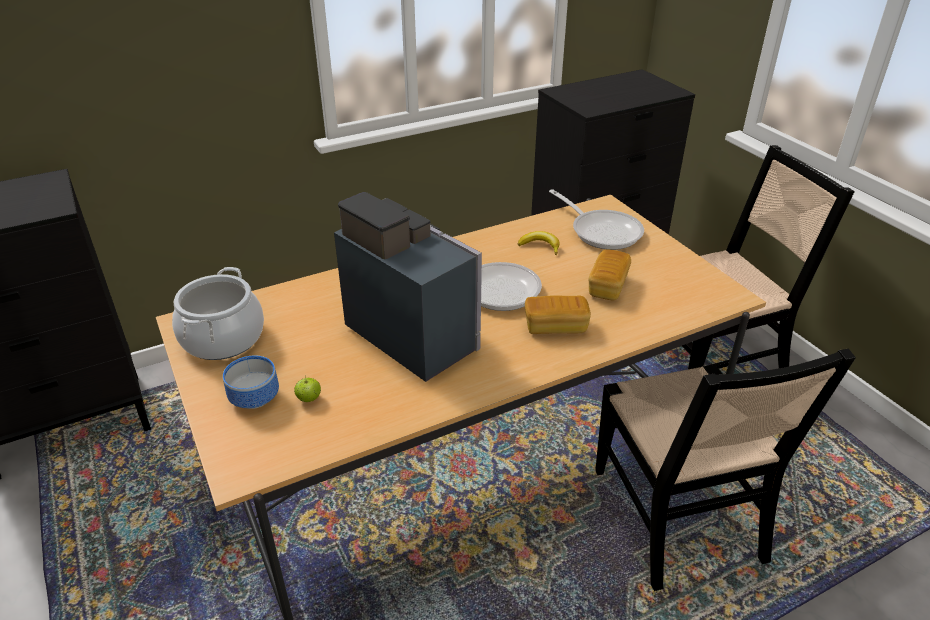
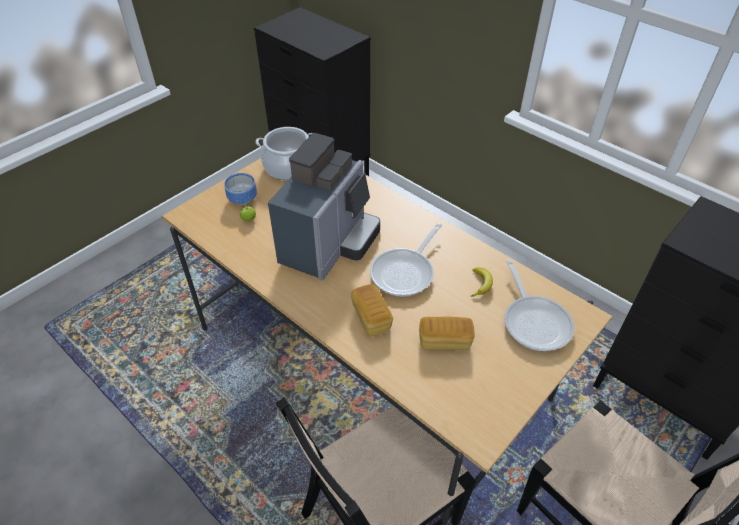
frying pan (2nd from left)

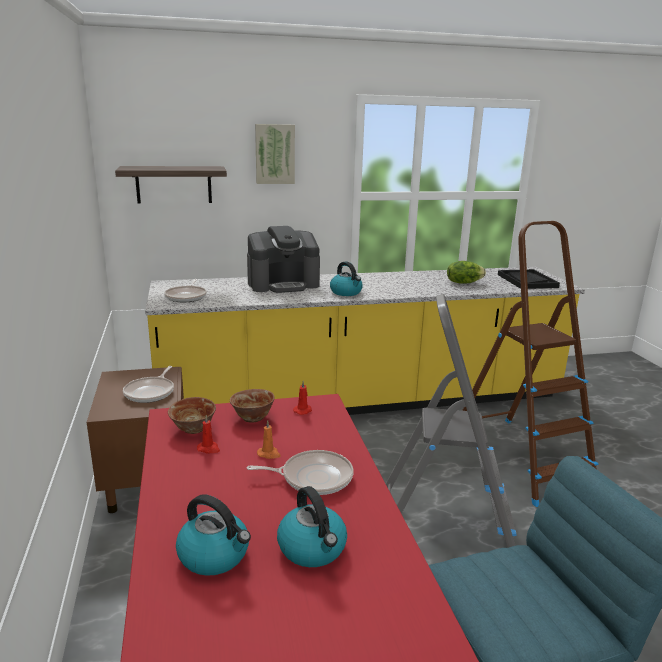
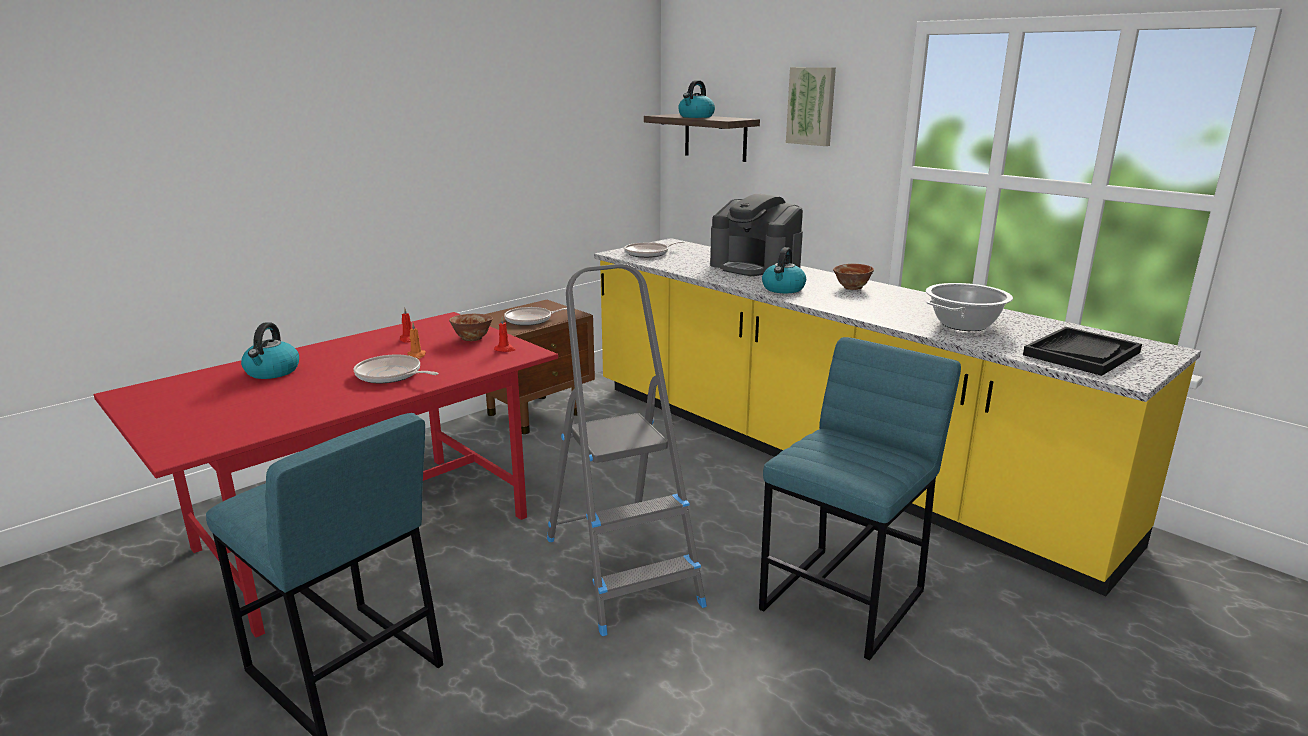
deep dish (2nd from left)
tea kettle (2nd from left)
cooking pot
bluish sitting stool (2nd from left)
frying pan (1st from left)

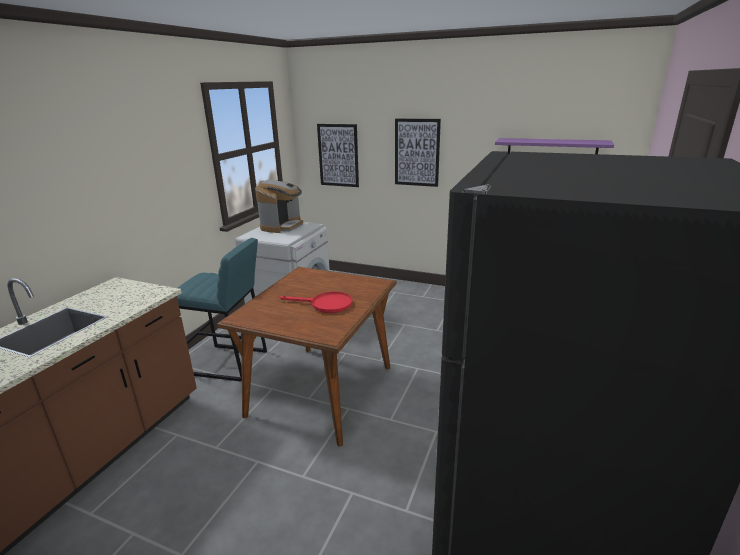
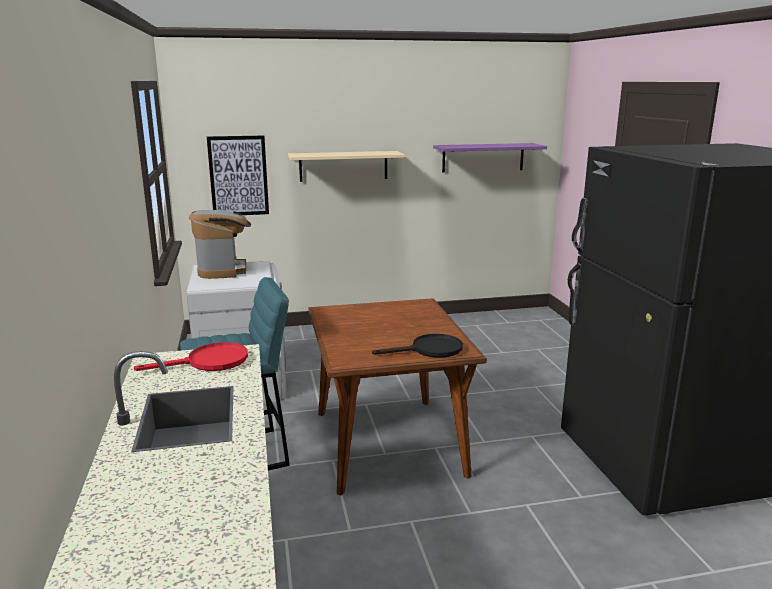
black frying pan
red frying pan
sand-coloured bracket shelf

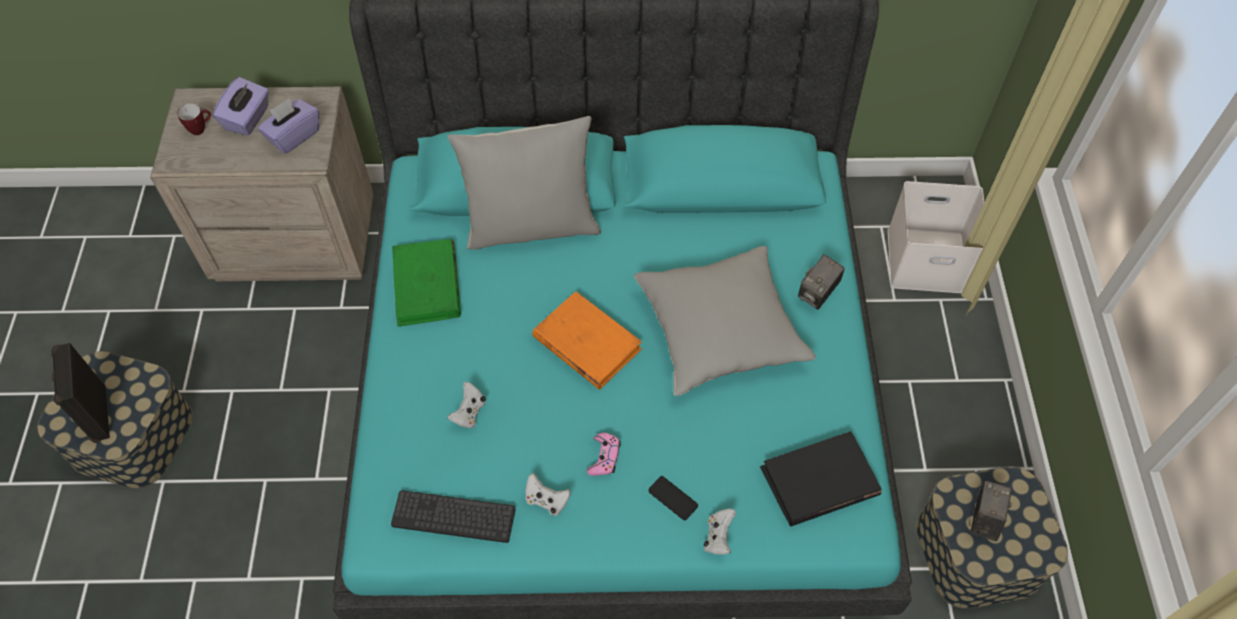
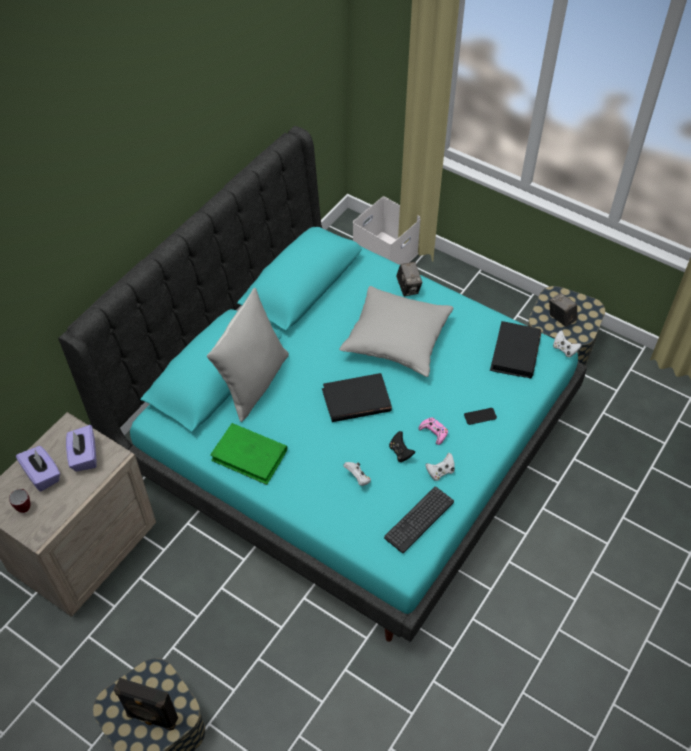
black joypad
whitish joypad (3rd from left)
black volume (1st from left)

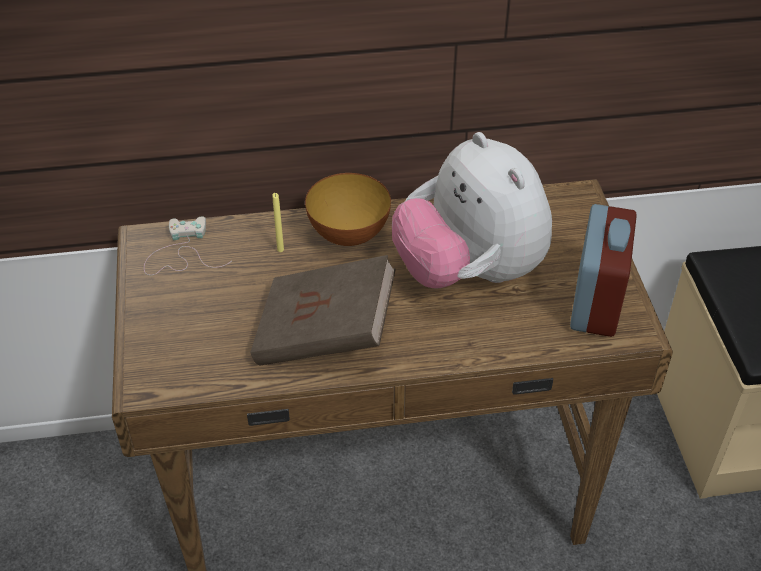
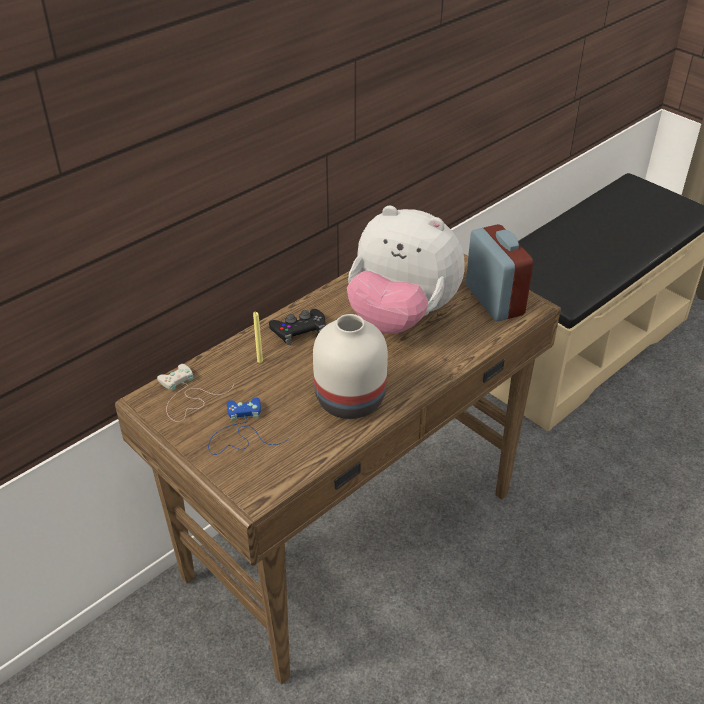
bluish joypad
whitish vase
black joypad

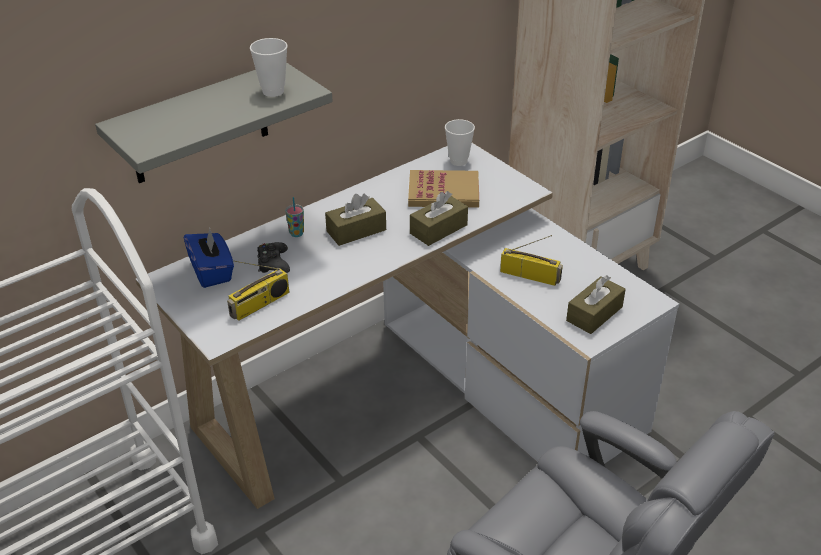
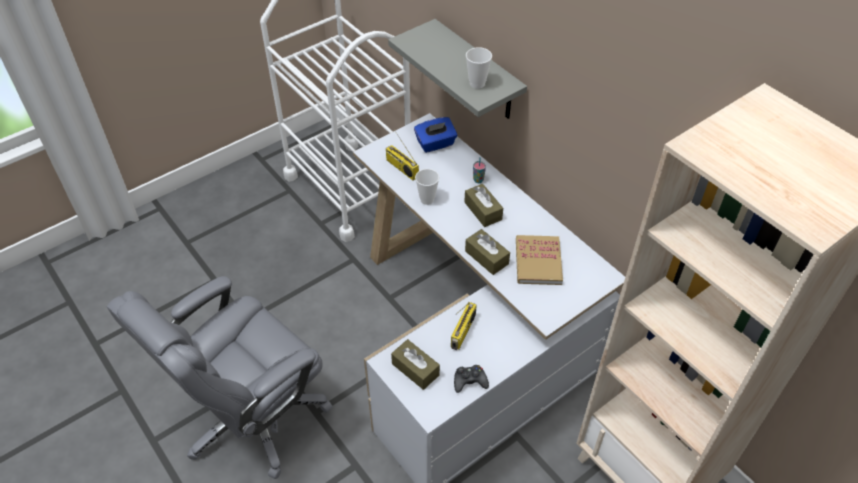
black joypad
drinking cup (1st from left)

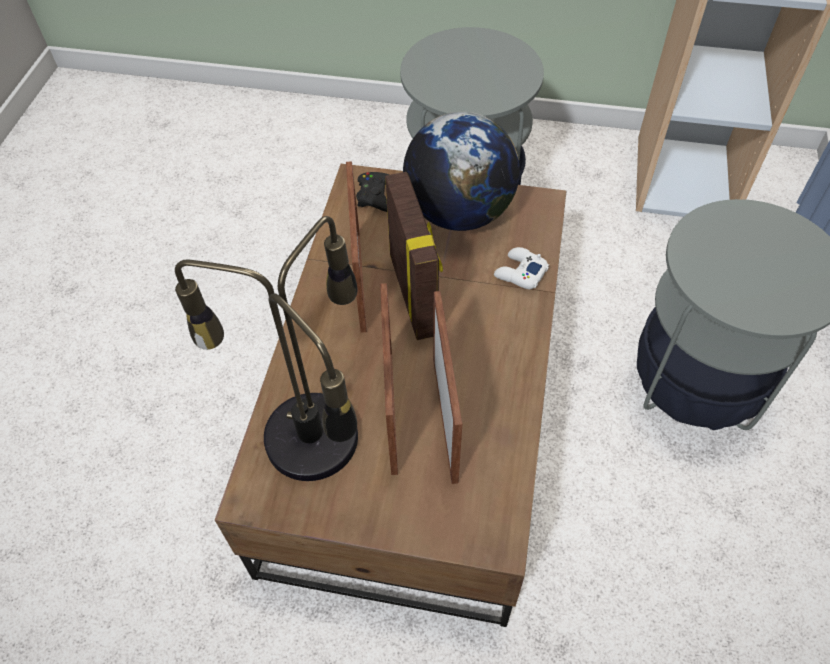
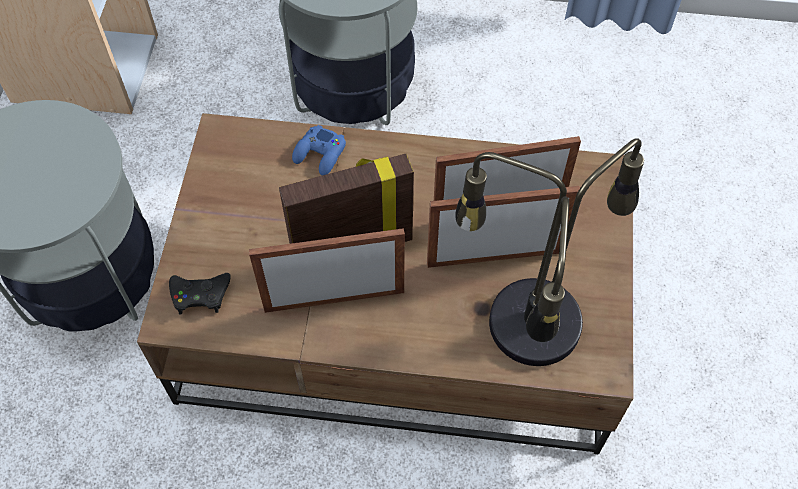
desk globe
bluish joypad

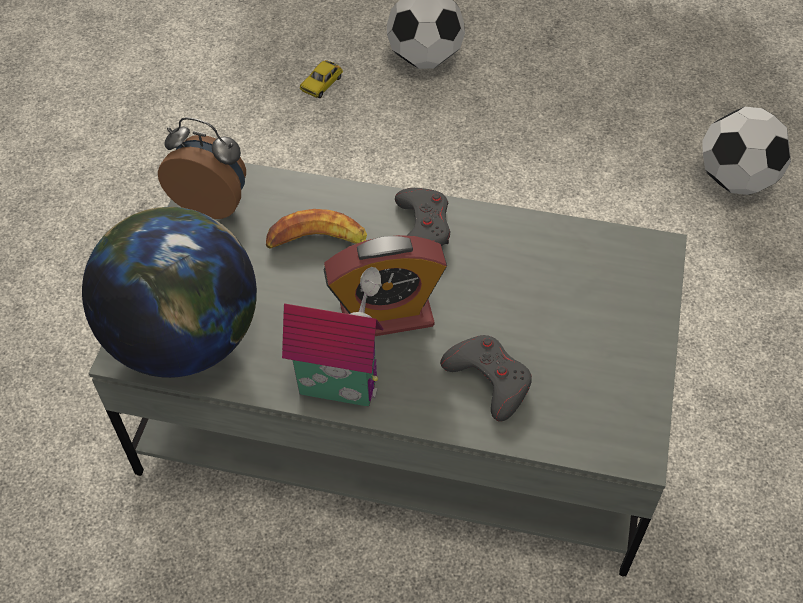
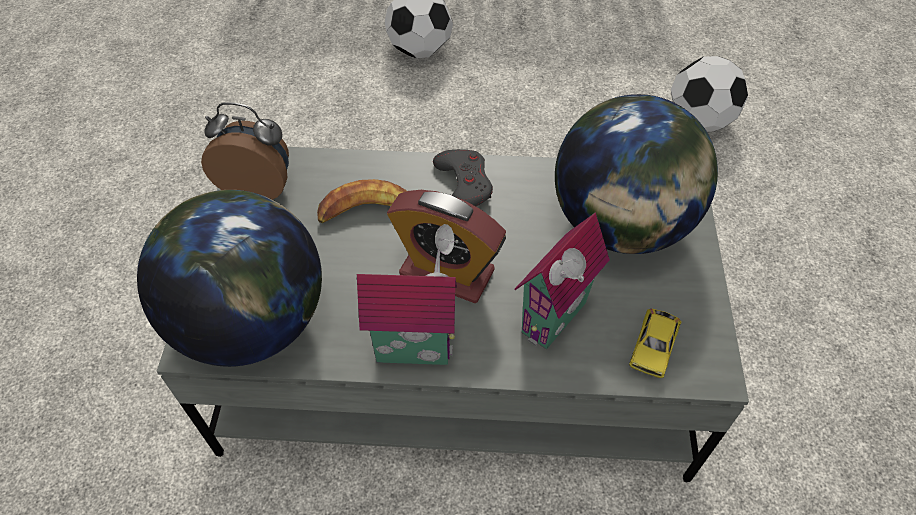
desk globe (2nd from left)
toy car
model house (2nd from left)
table clock (2nd from left)

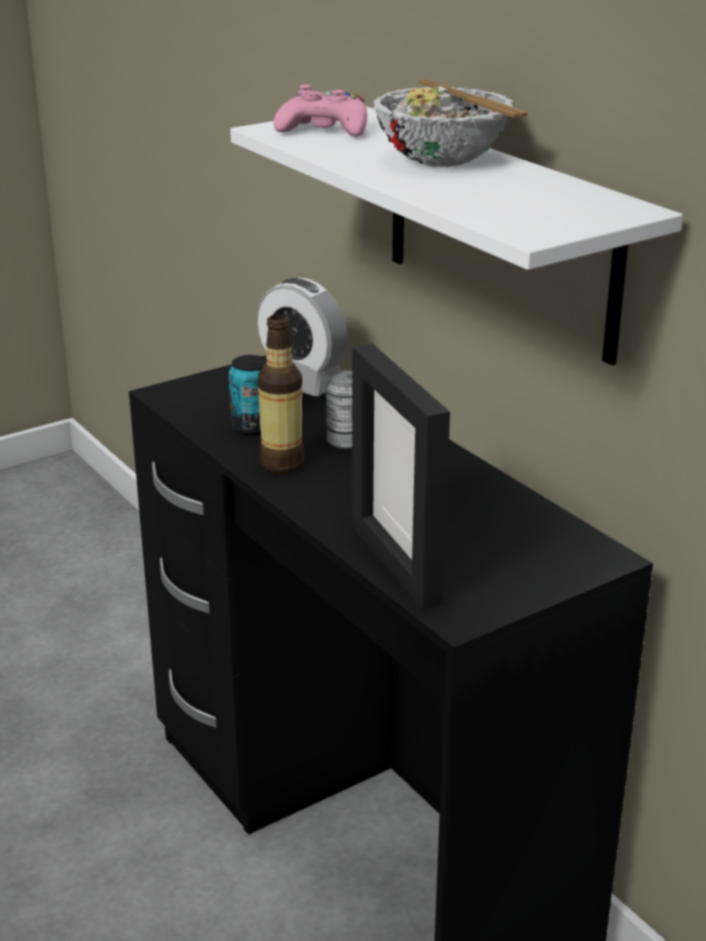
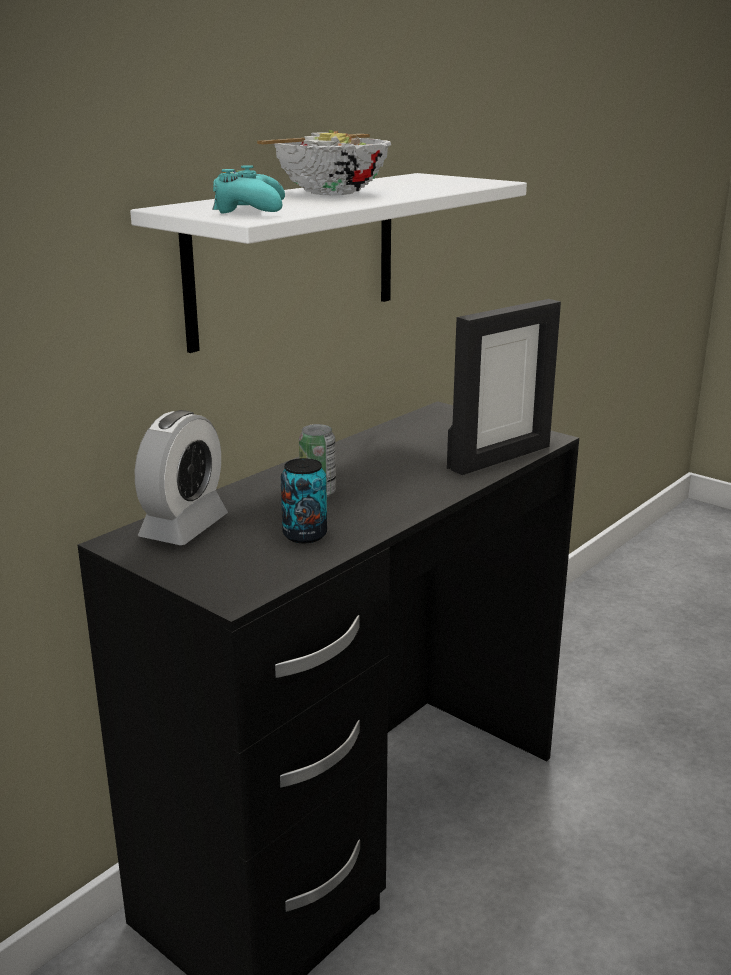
beverage bottle
turquoise joypad

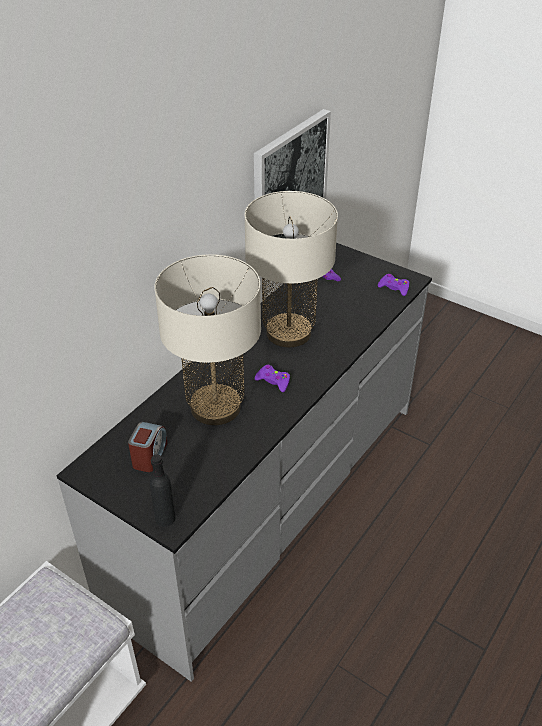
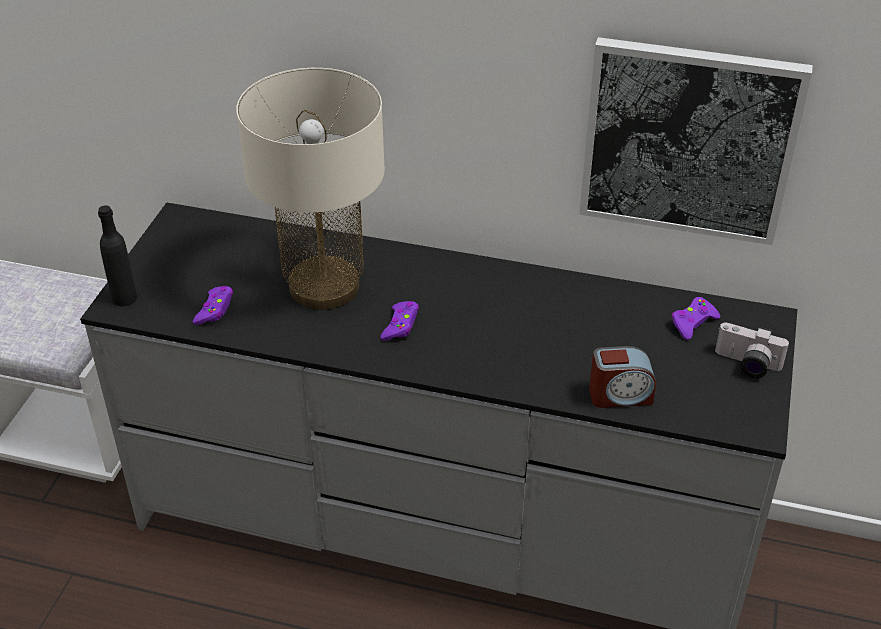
tabletop lamp (2nd from left in the first image)
photo camera
table clock
purple-coloured joypad (1st from left)

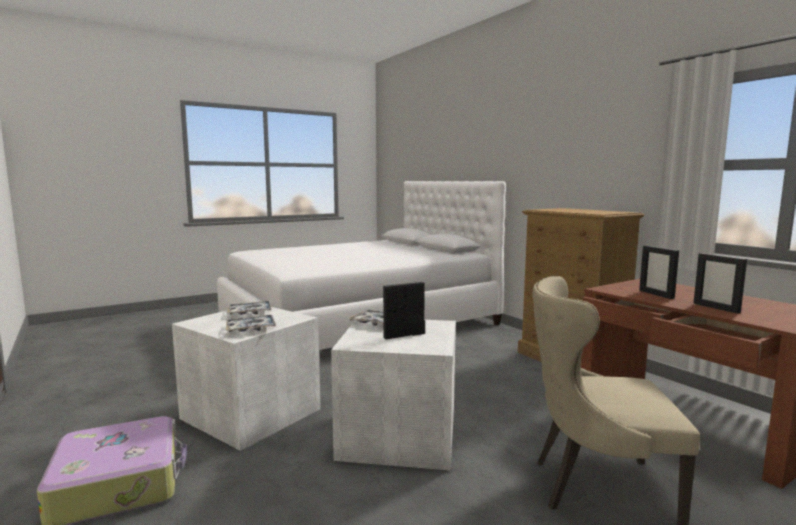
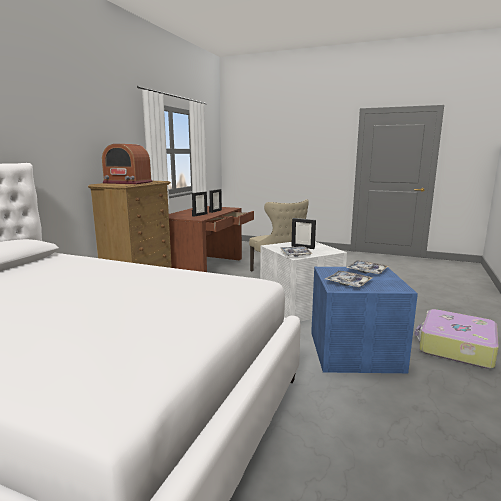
radio receiver
bluish storage container

